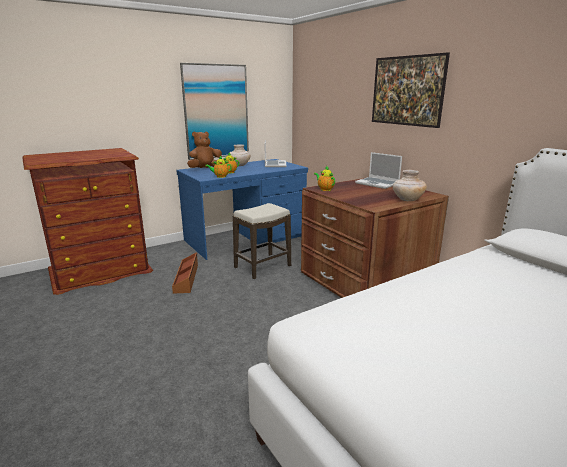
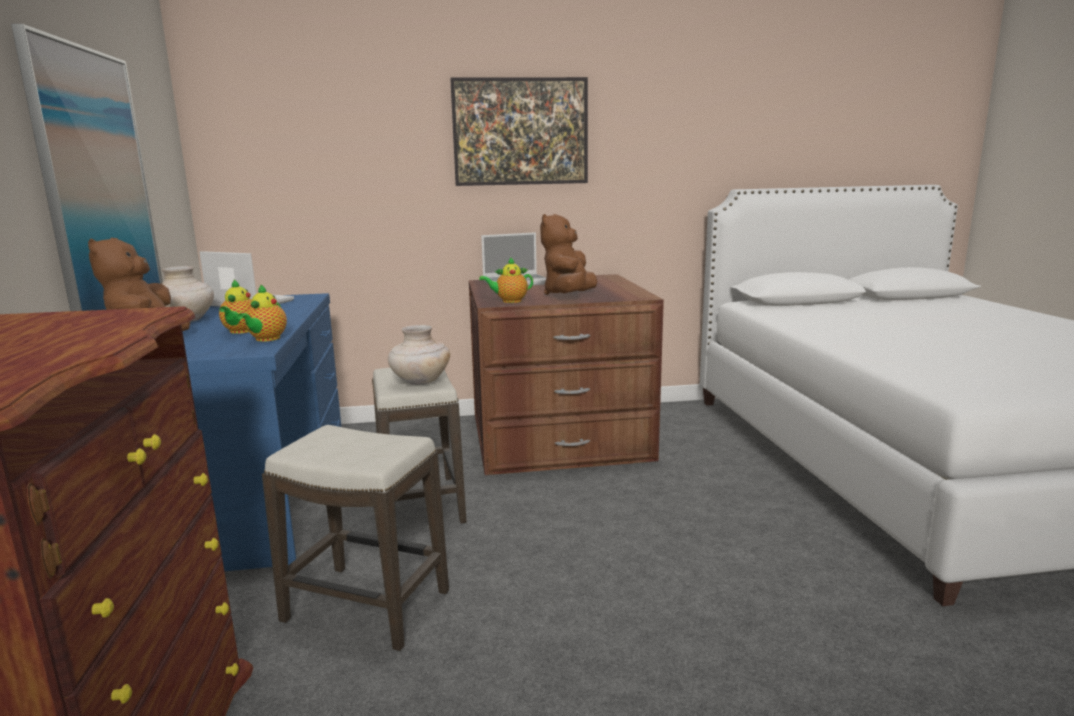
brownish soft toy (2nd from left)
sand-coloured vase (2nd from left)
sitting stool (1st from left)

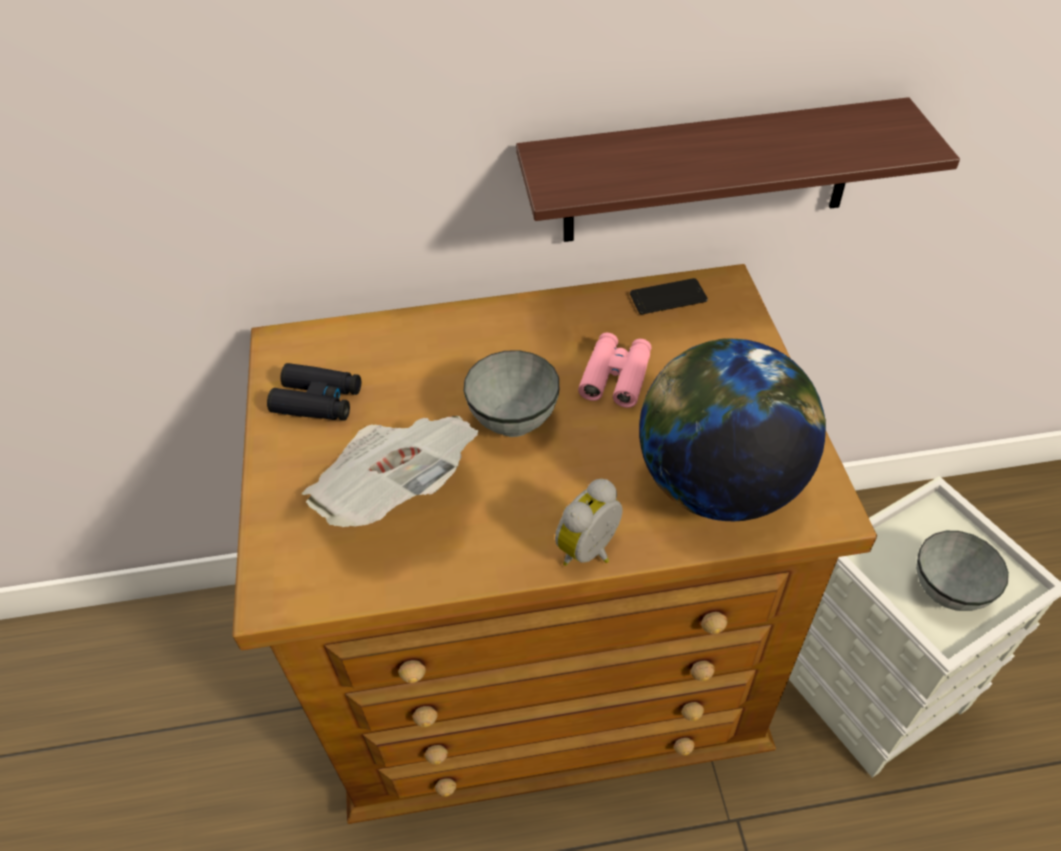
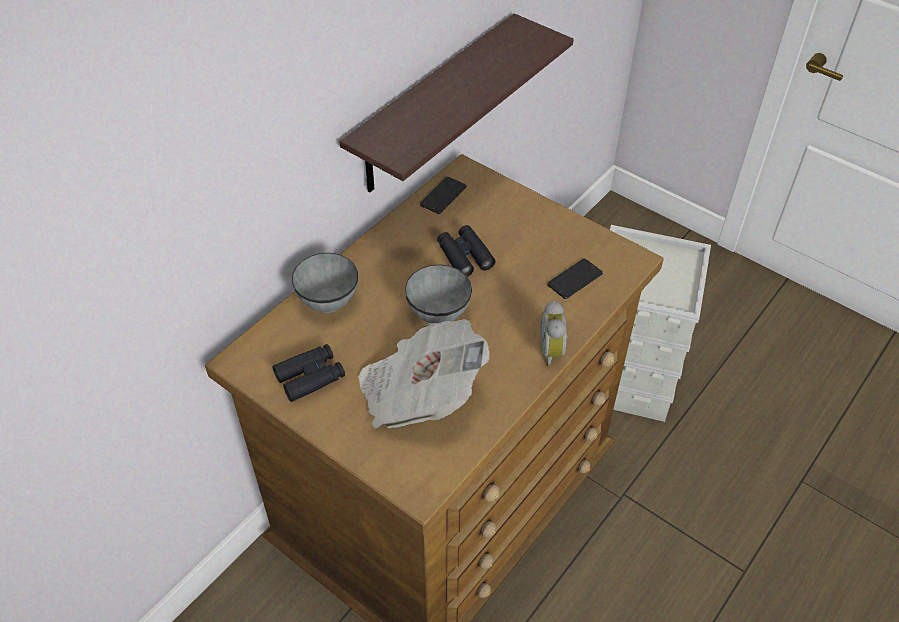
gray deep dish (1st from left)
handset (2nd from left)
black binoculars (2nd from left)

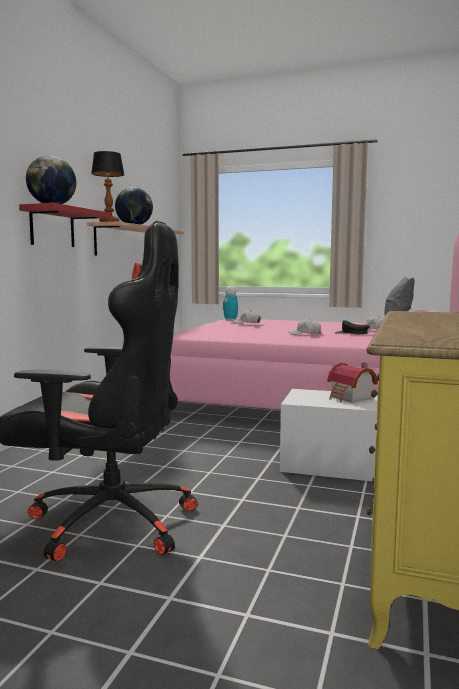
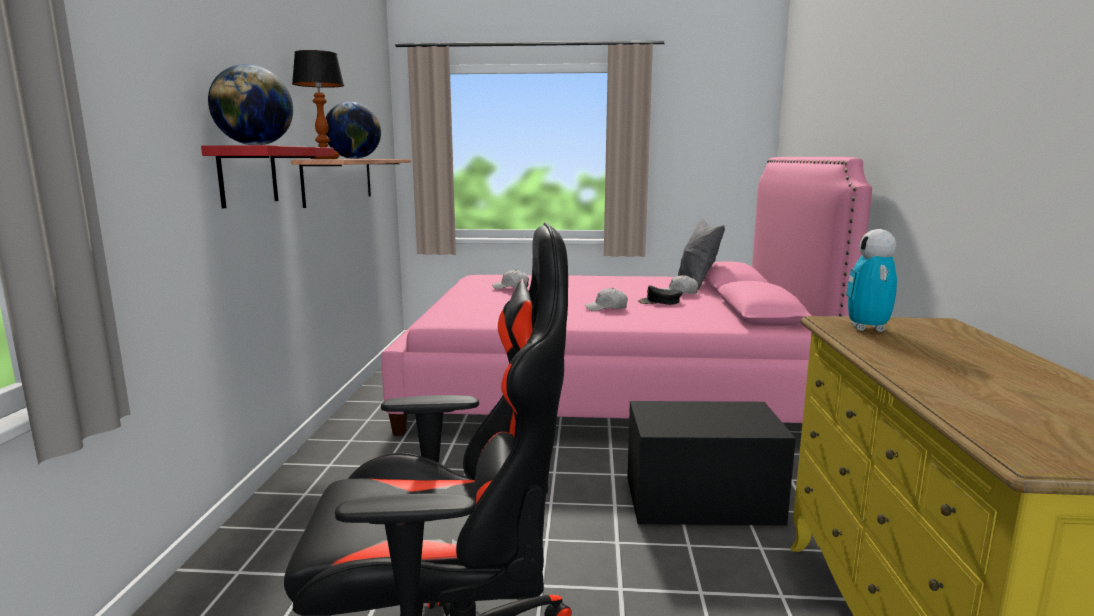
model house
robot figure
black storage container

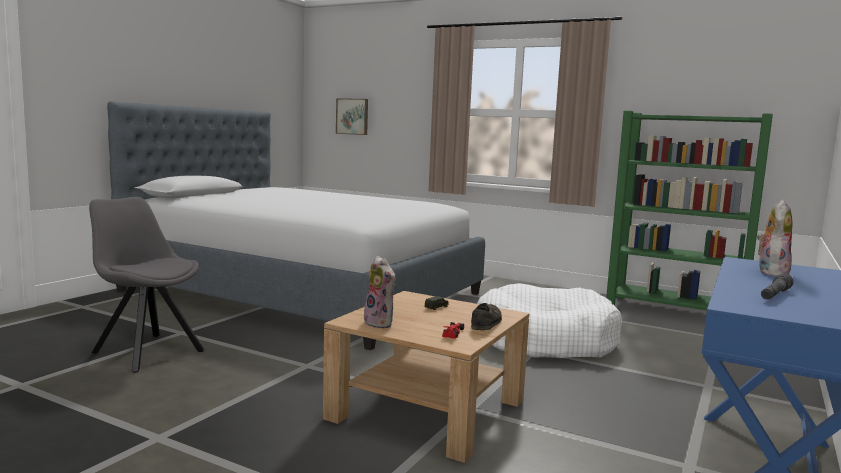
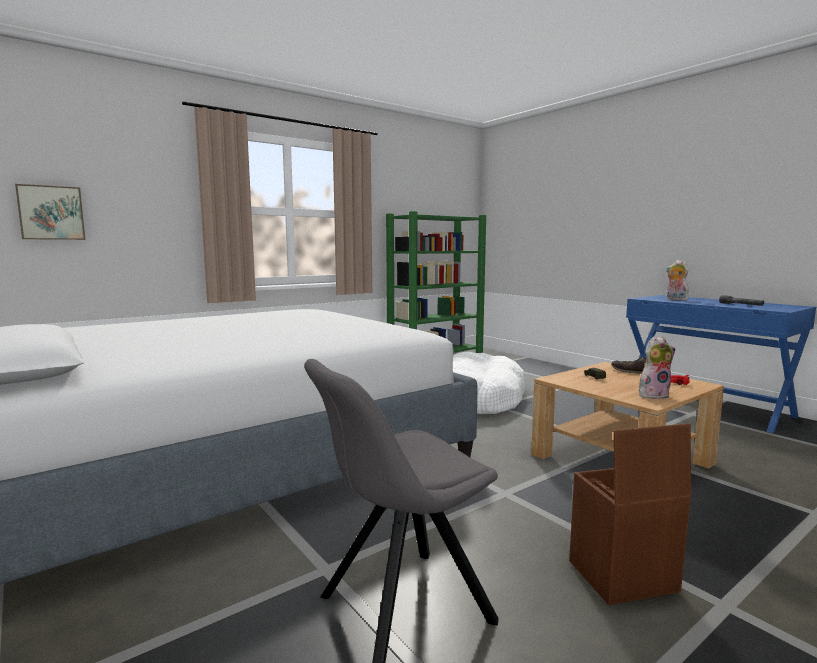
brownish storage container

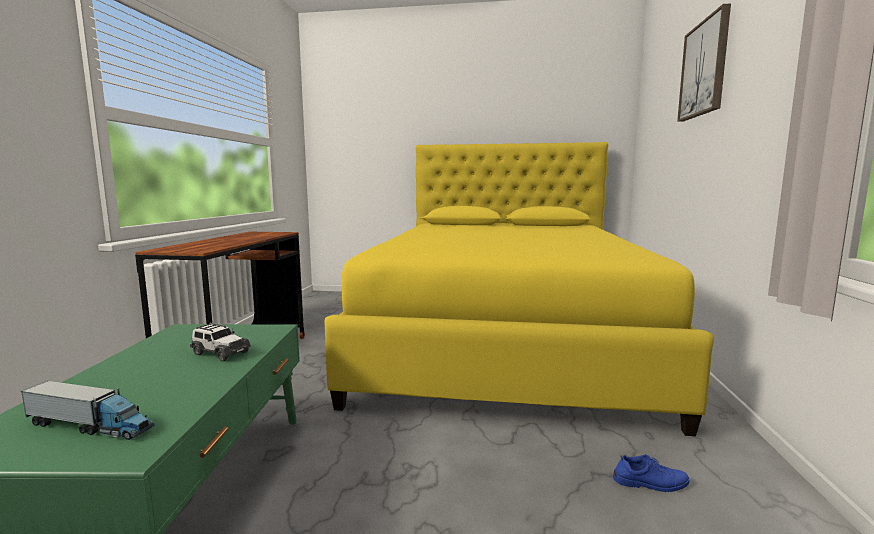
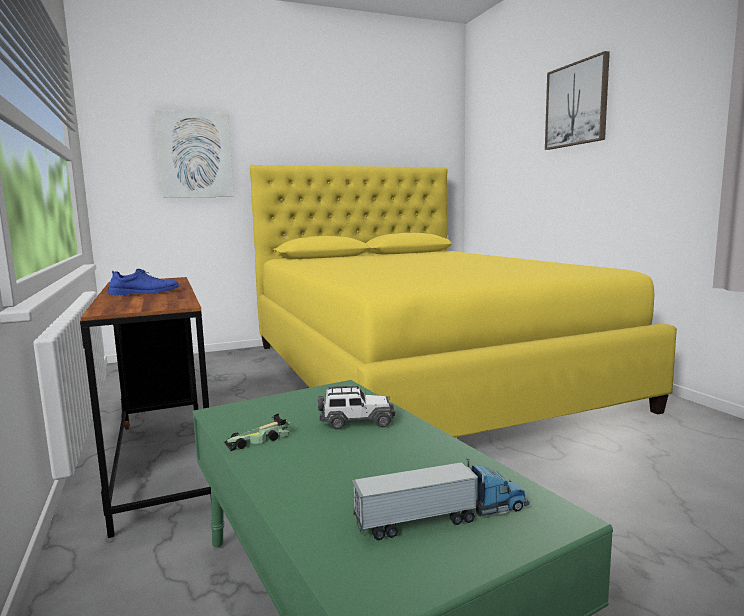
wall picture (1st from left)
toy car (1st from left)
bluish low shoe

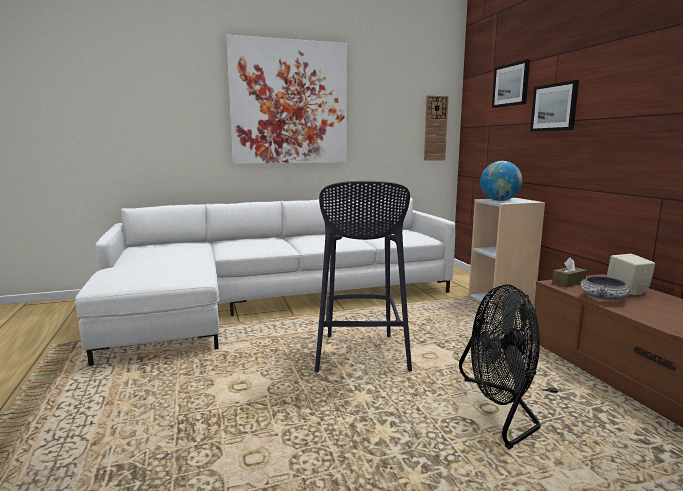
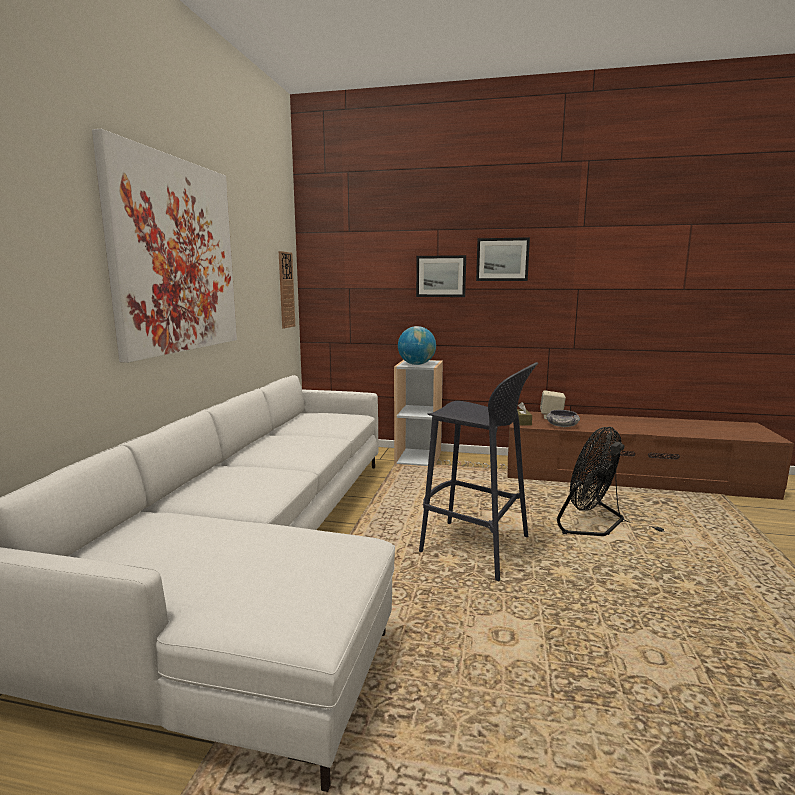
wall picture (3rd from left)
black cooling fan

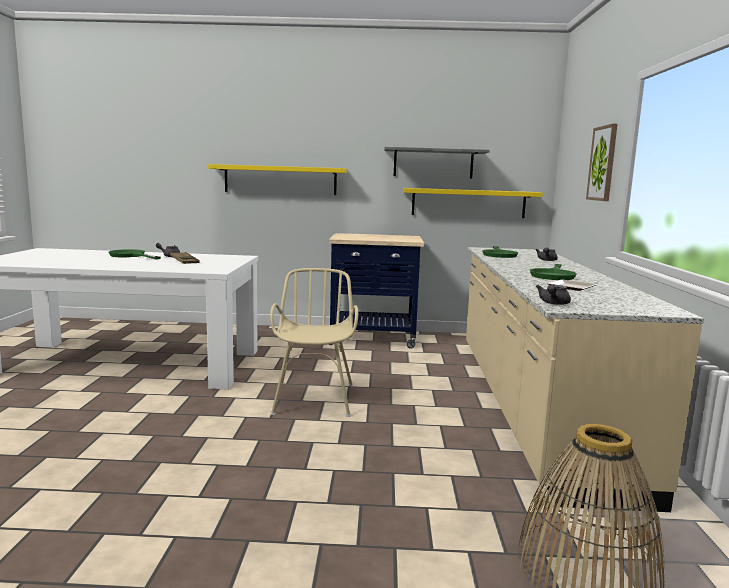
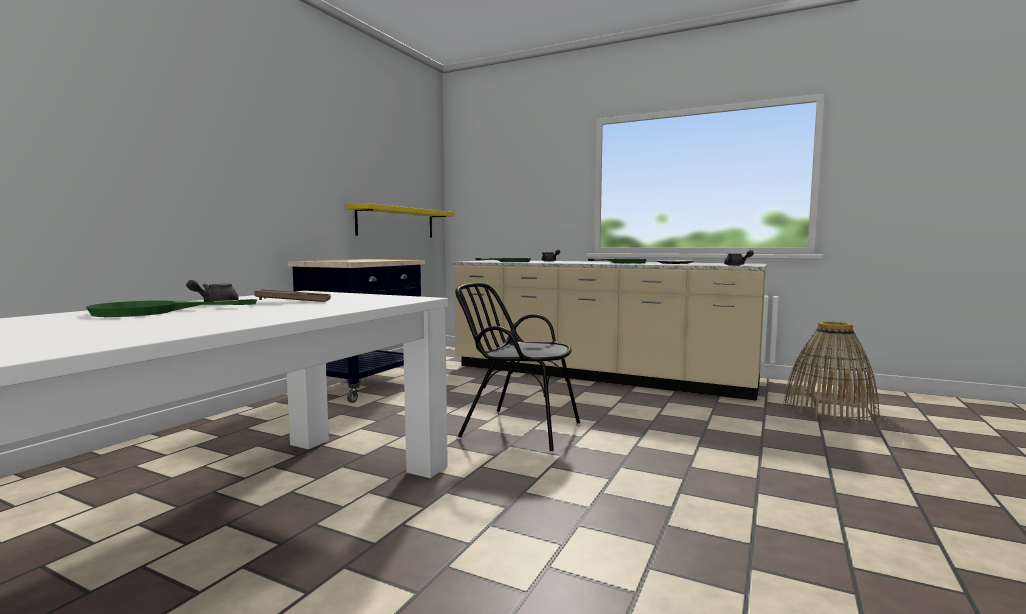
yellow bracket shelf (1st from left in the first image)
gray bracket shelf
wall picture
black chair

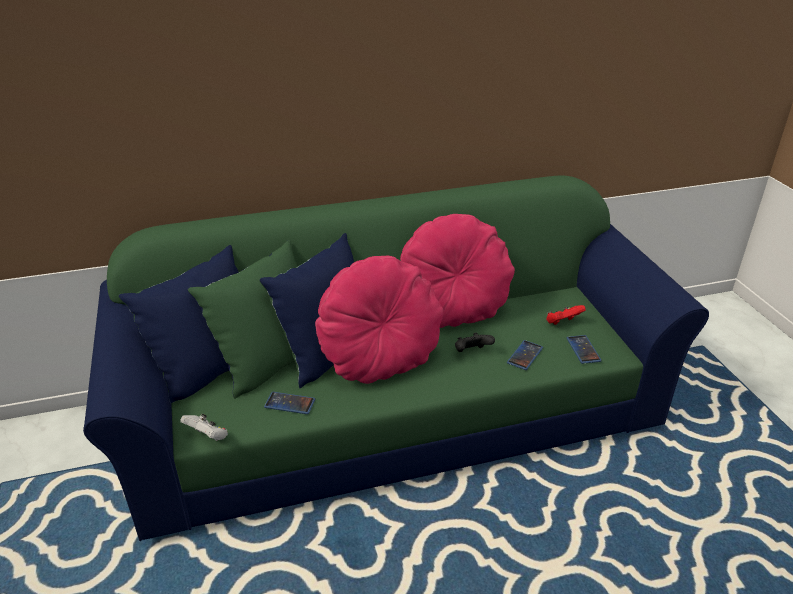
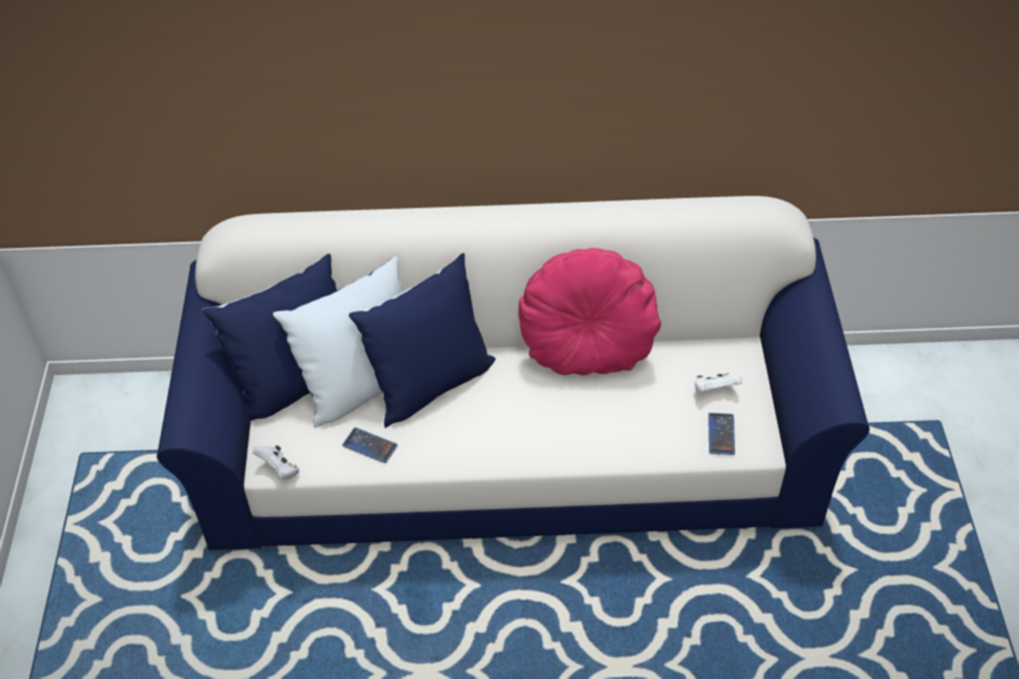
pinkish cushion (1st from left in the first image)
black joypad
handset (2nd from left in the first image)
whitish sofa
whitish joypad (2nd from left)

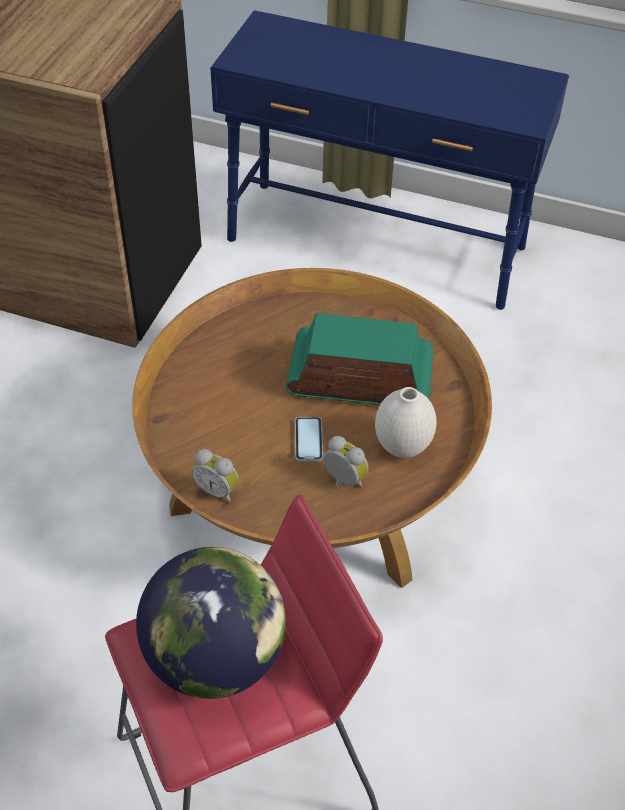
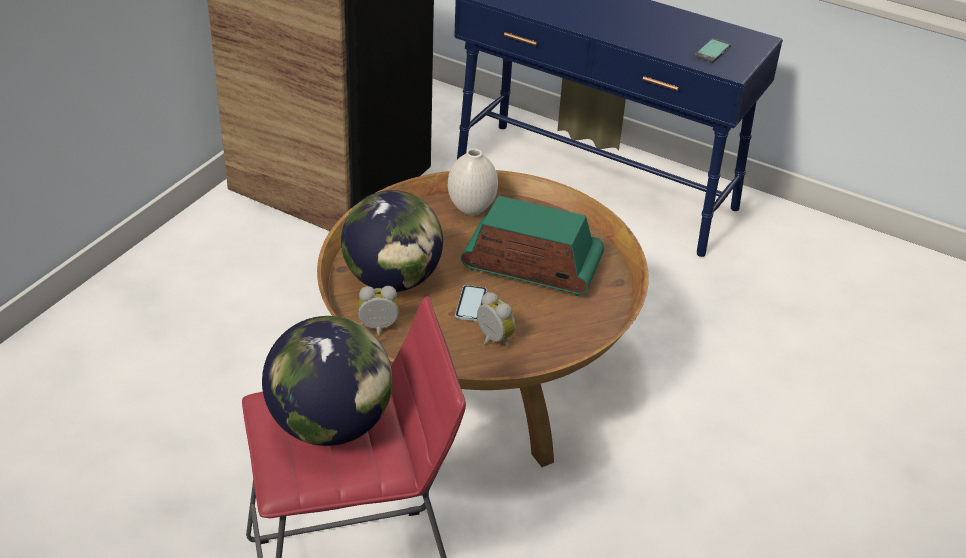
desk globe (2nd from left)
handset (2nd from left)
whitish vase
table clock (1st from left)

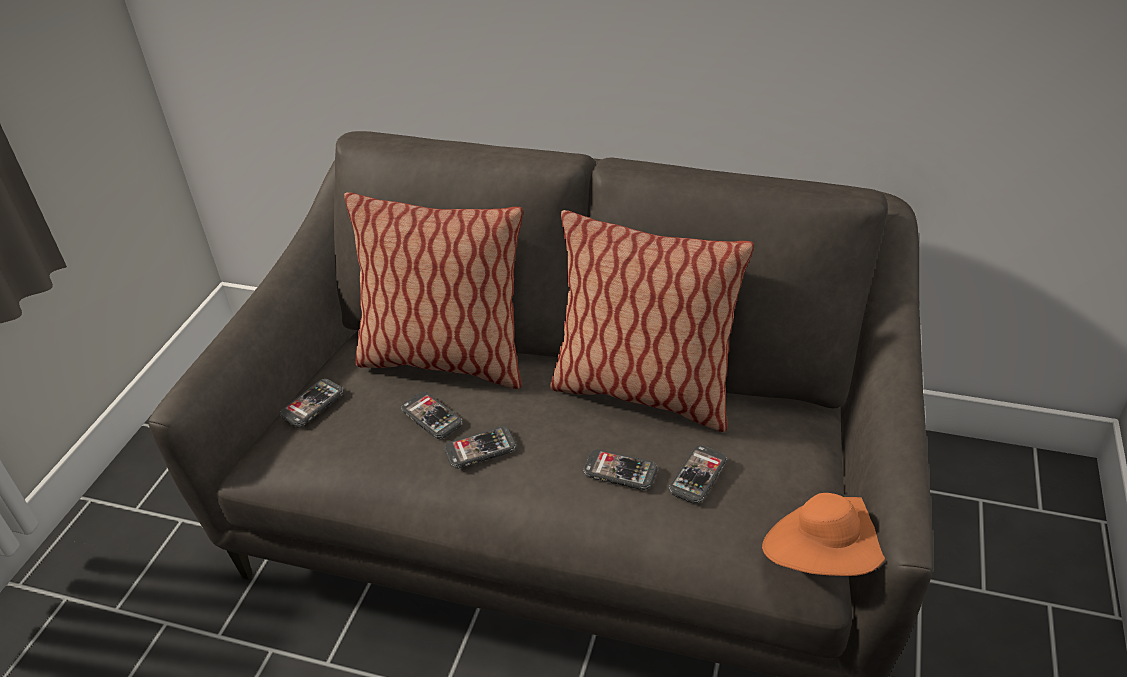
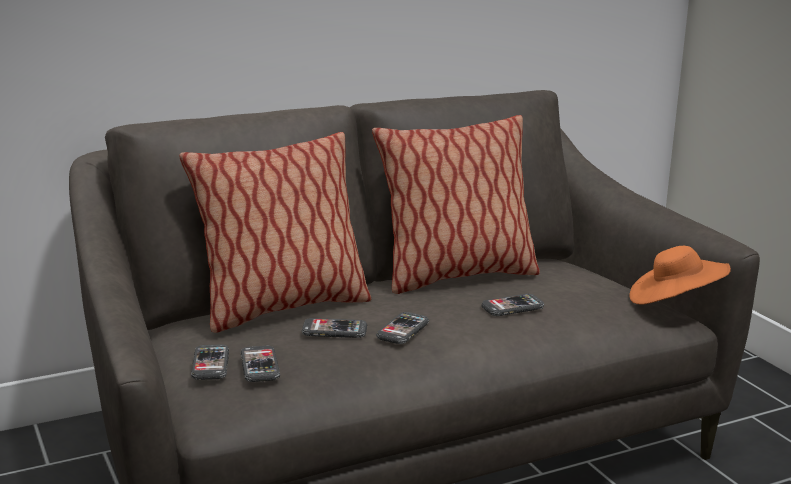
handset (2nd from left)

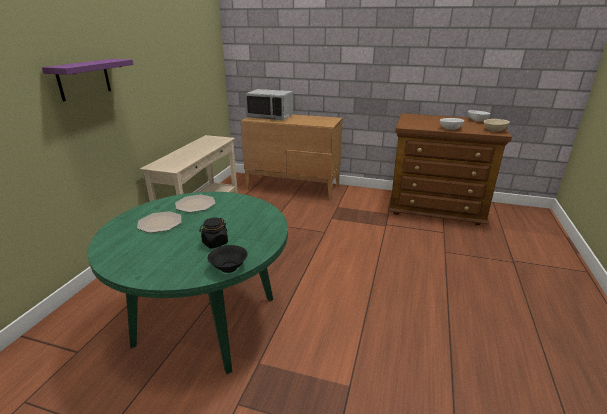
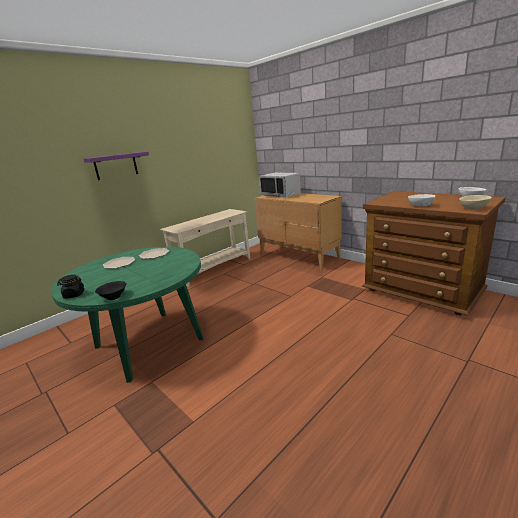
black storage jar

